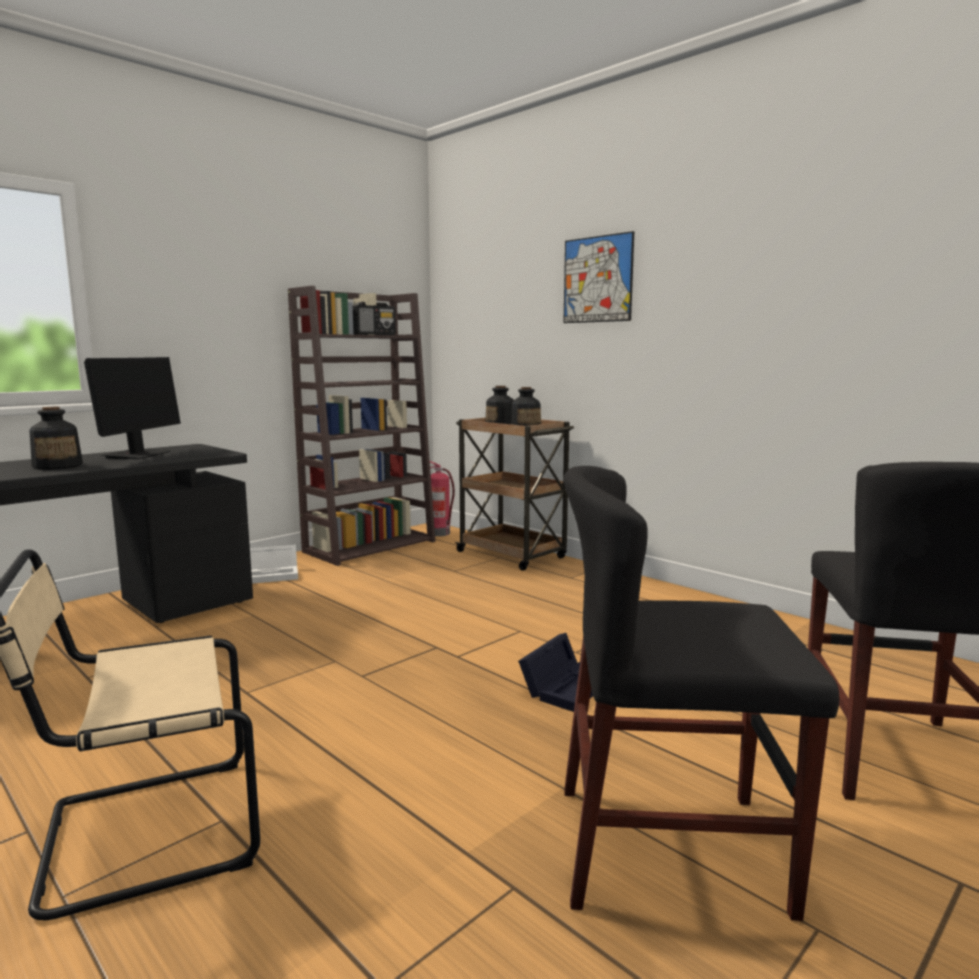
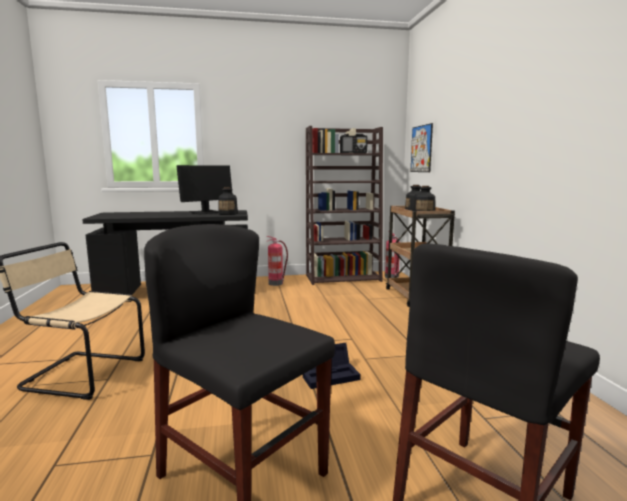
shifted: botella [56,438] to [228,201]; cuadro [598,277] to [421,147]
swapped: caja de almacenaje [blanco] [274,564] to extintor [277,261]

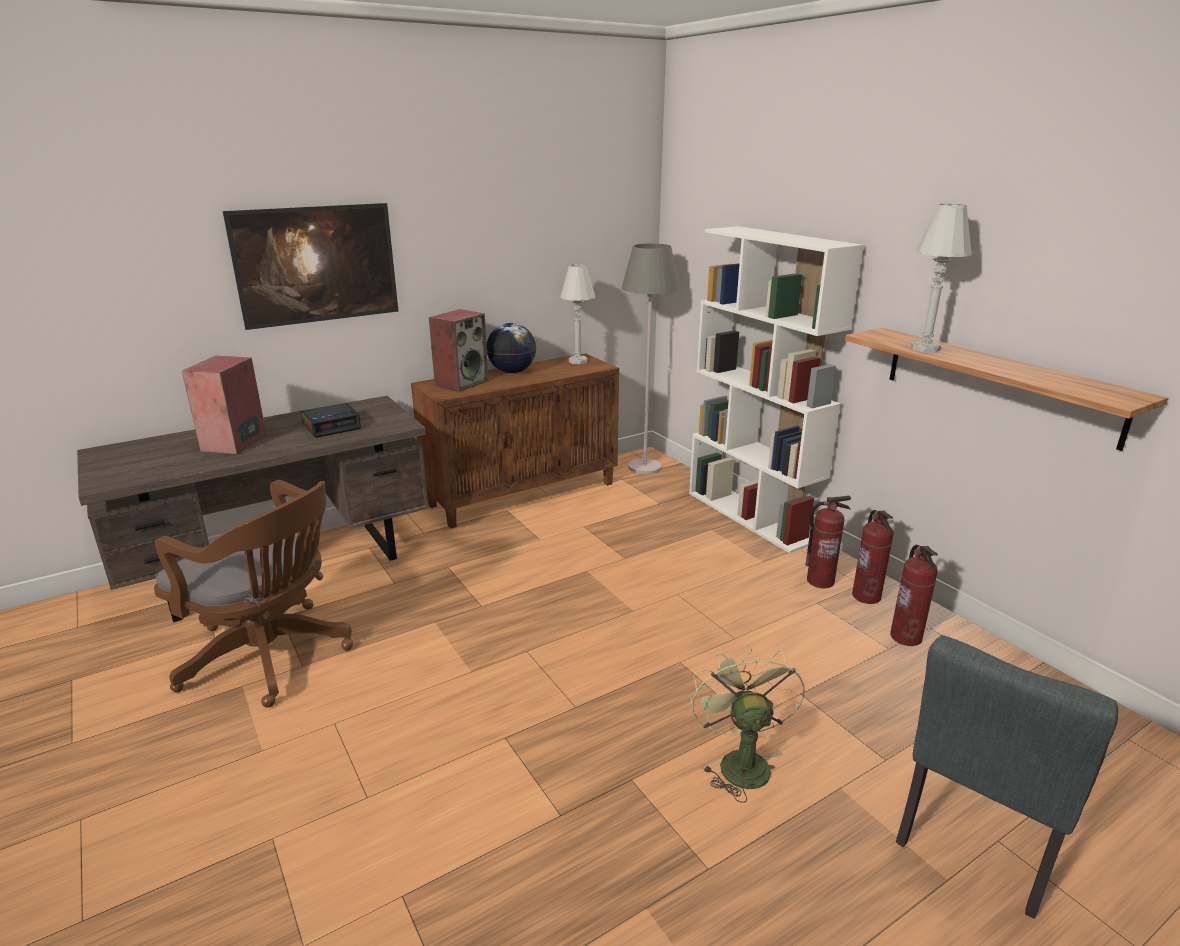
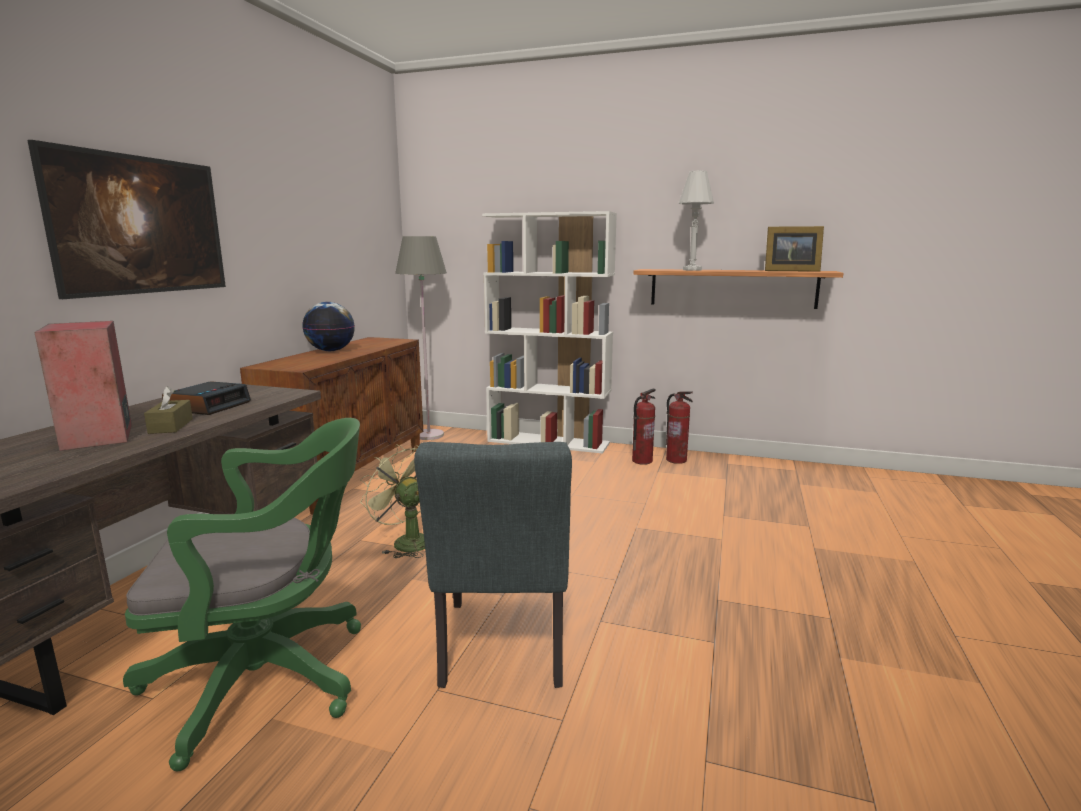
gone: altavoz [459,350]; lámpara de mesa [blanco] [577,314]; extintor [914,595]
new: caja de pañuelos [marrón] [168,410]; portarretratos [794,249]
shifted: ventilador [verde] [748,724] to [392,501]; silla [gris] [1007,777] to [493,565]
repainted: silla de oficina [marrón] [253,593] to silla de oficina [verde] [242,594]

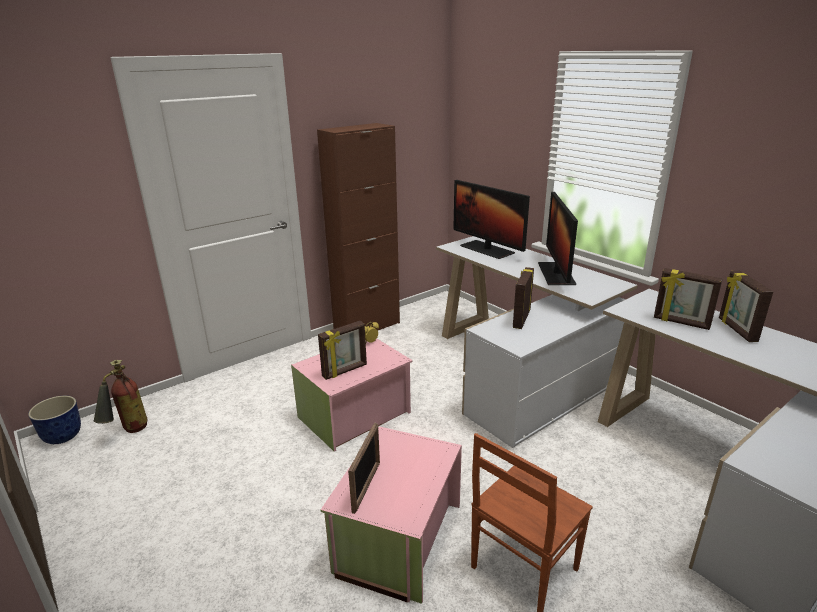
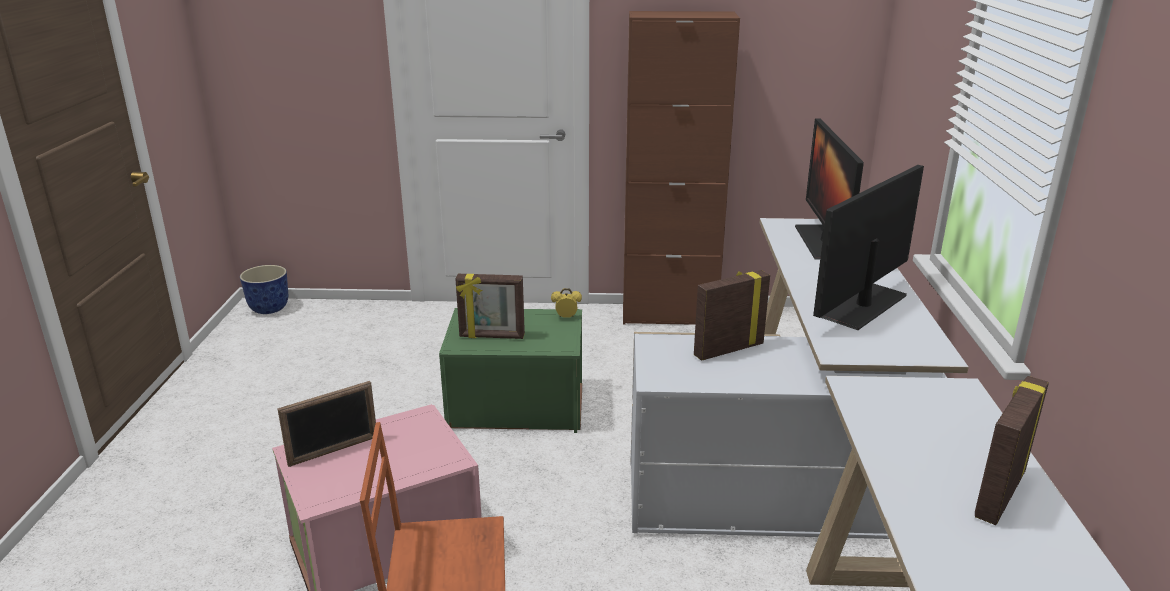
gone: extintor [120,396]; portarretratos [688,299]
repainted: caja de almacenaje [rosa] [351,395] to caja de almacenaje [verde] [510,370]

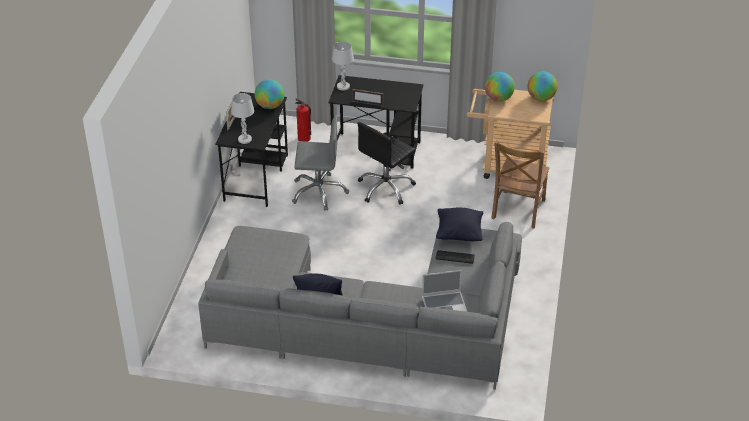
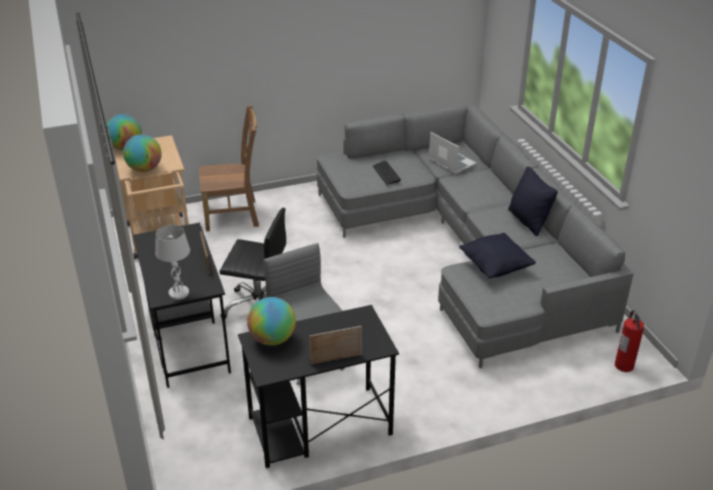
gone: lámpara de mesa [blanco] [242,118]
shifted: extintor [303,120] to [629,341]; cojín [negro] [459,224] to [497,255]

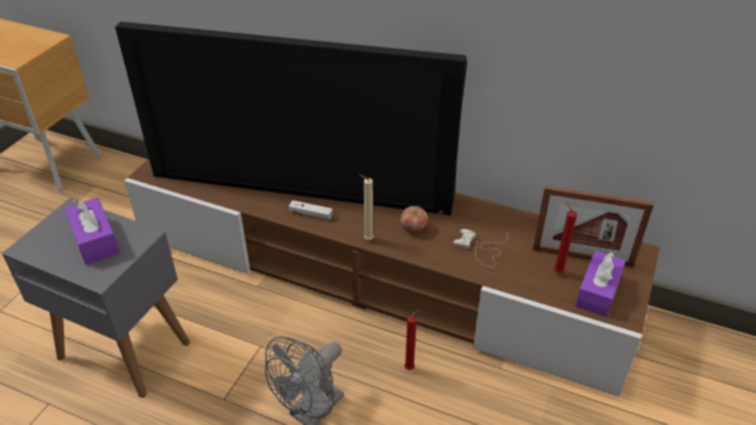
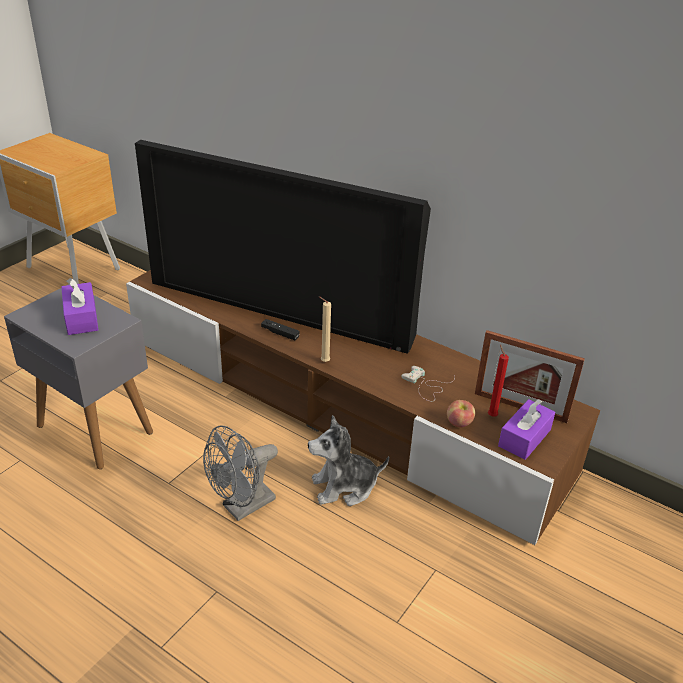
shifted: manzana [414,219] to [461,413]
swapped: vela [rojo] [412,339] to peluche [348,460]
repainted: mando de consola [blanco] [311,210] to mando de consola [negro] [280,329]

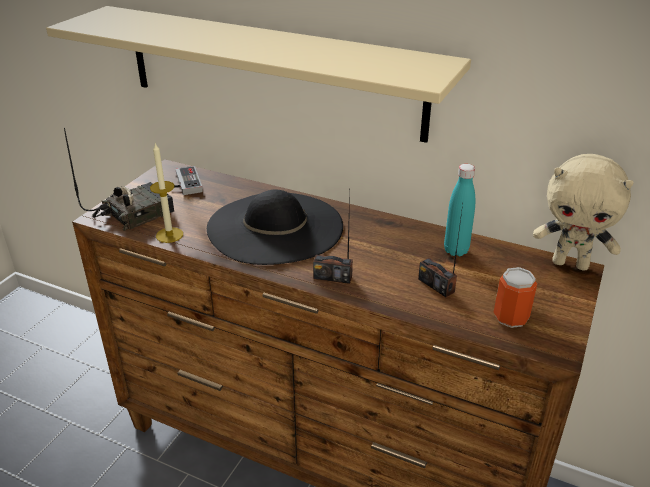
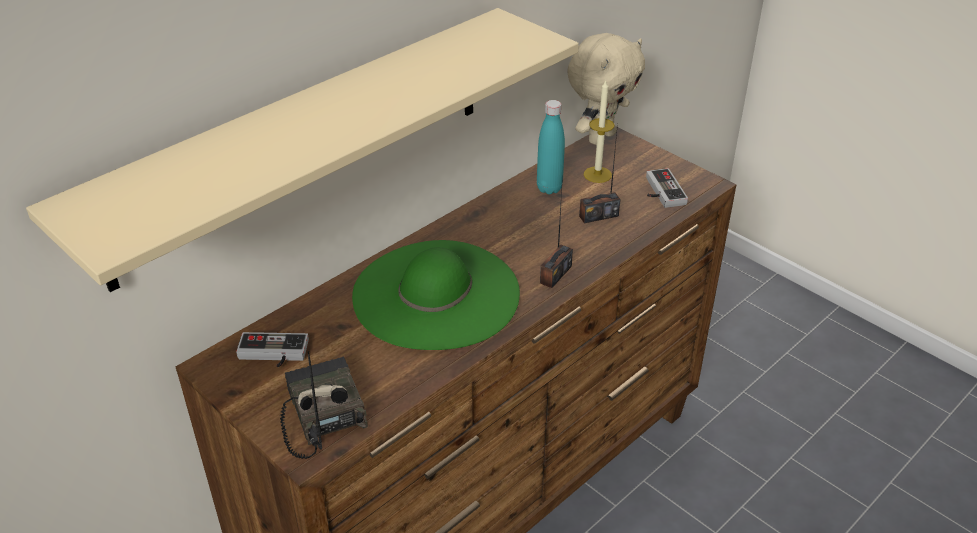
shifted: vela [166,193] to [599,131]
swapped: lata [515,297] to mando de consola [667,188]
repainted: sombrero [negro] [275,227] to sombrero [verde] [436,295]

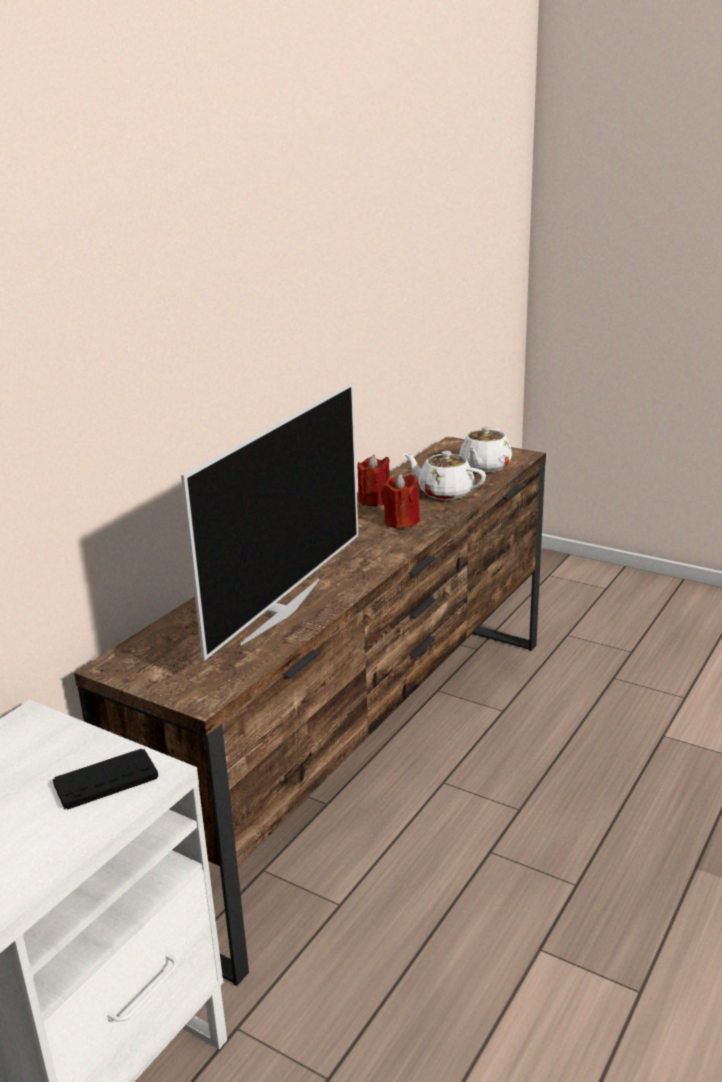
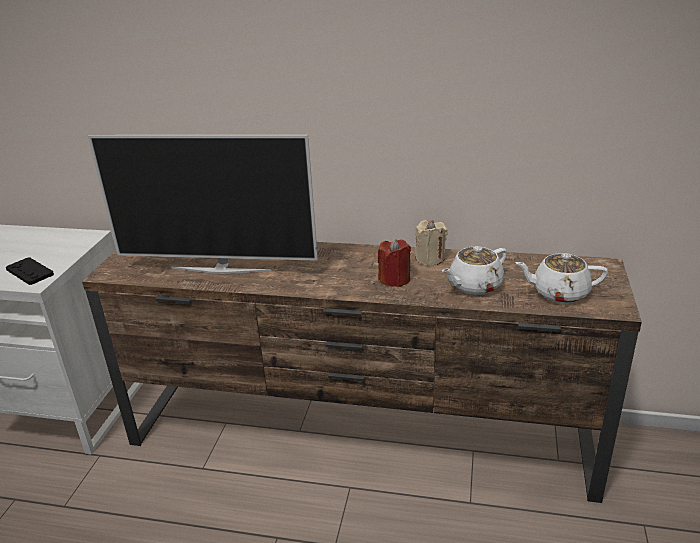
repainted: vela [rojo] [373,480] to vela [beis] [431,243]
rotated: tetera [blanco] [445,475] = [474,270] 135 degrees counterclockwise

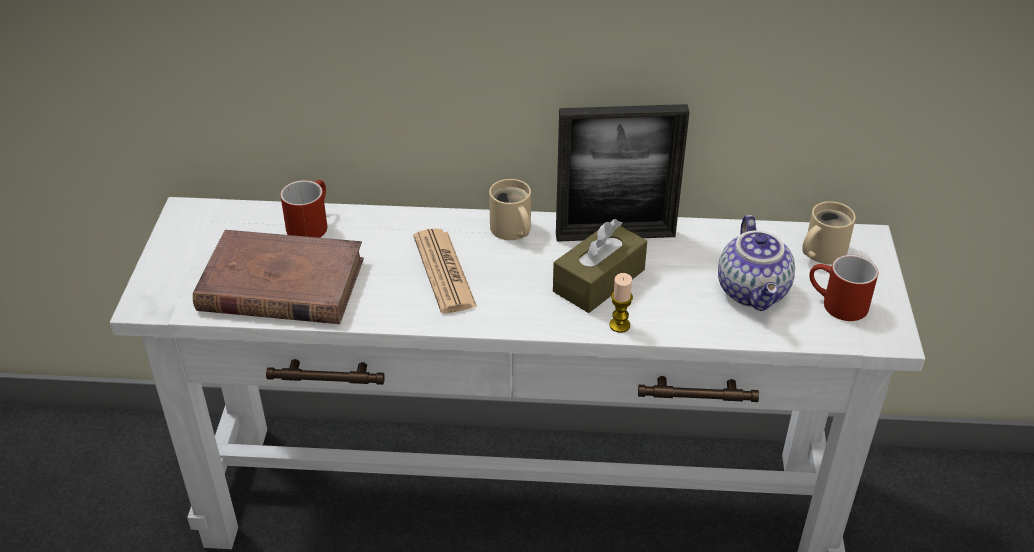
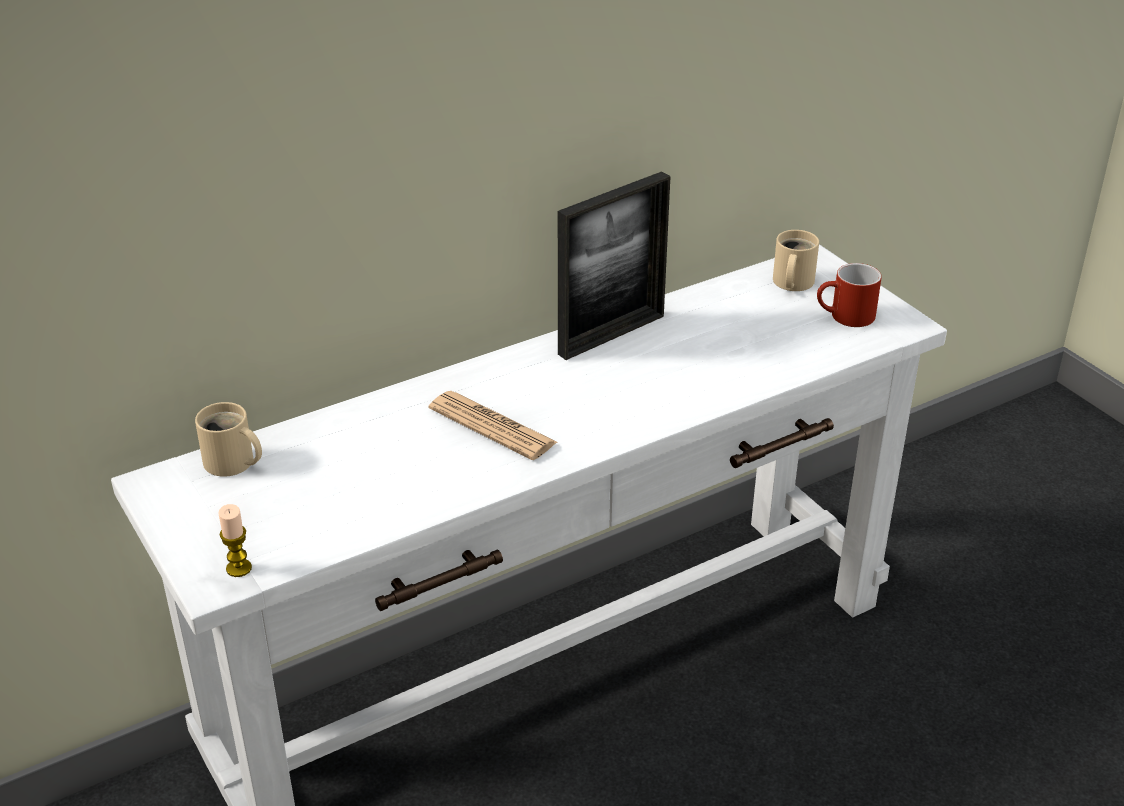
gone: libro [marrón] [278,277]; taza grande [rojo] [303,209]; caja de pañuelos [marrón] [600,266]; tetera [756,263]
shifted: taza grande [beis] [510,209] to [228,439]; vela [621,303] to [235,540]

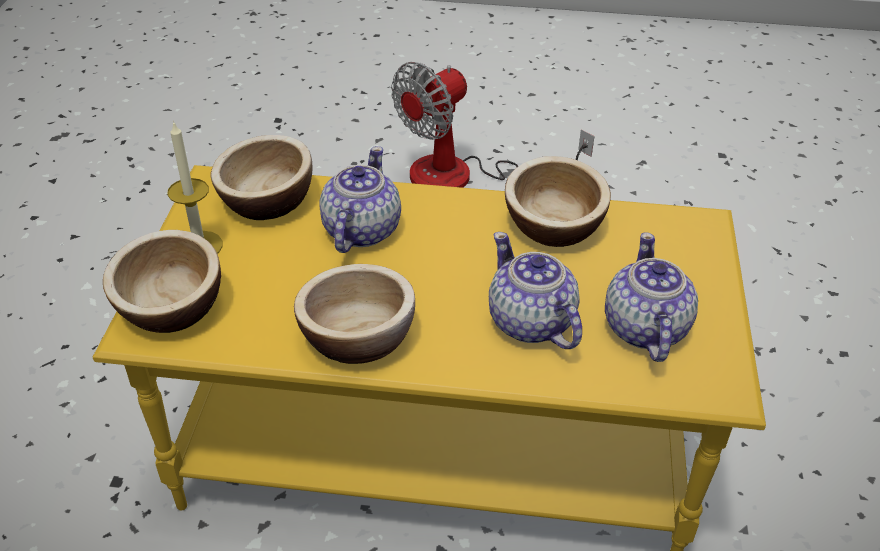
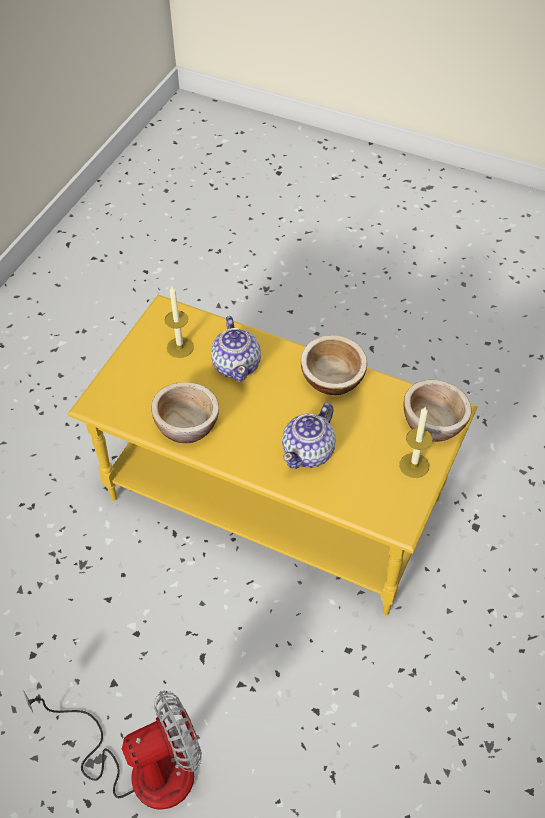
gone: cuenco [261,177]
swapped: tetera [651,297] to vela [179,322]

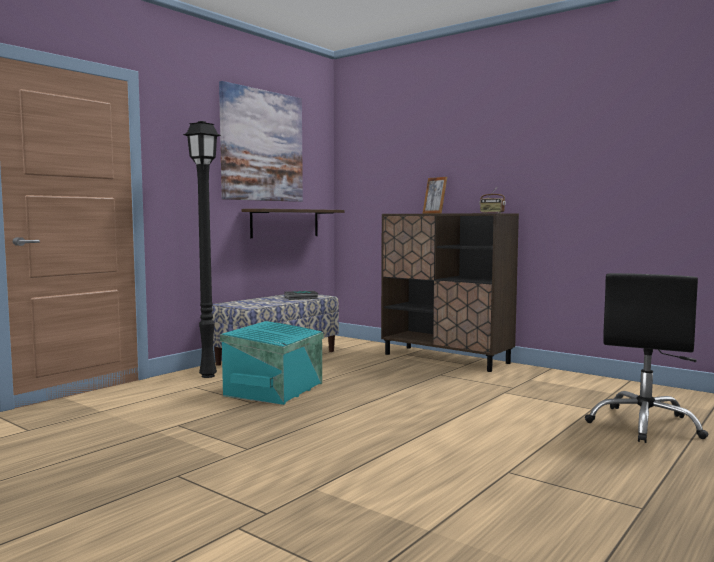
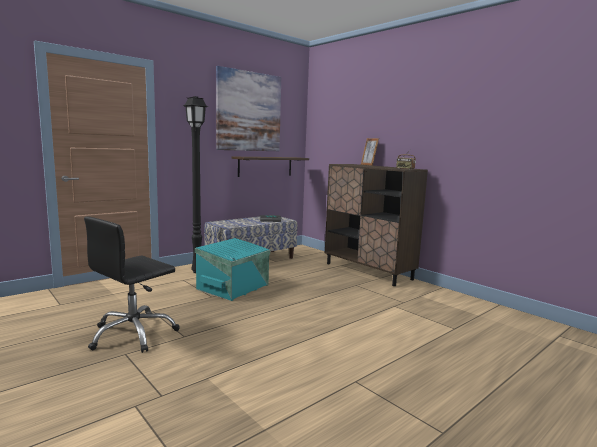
shifted: silla de oficina [negro] [647,358] to [131,284]

